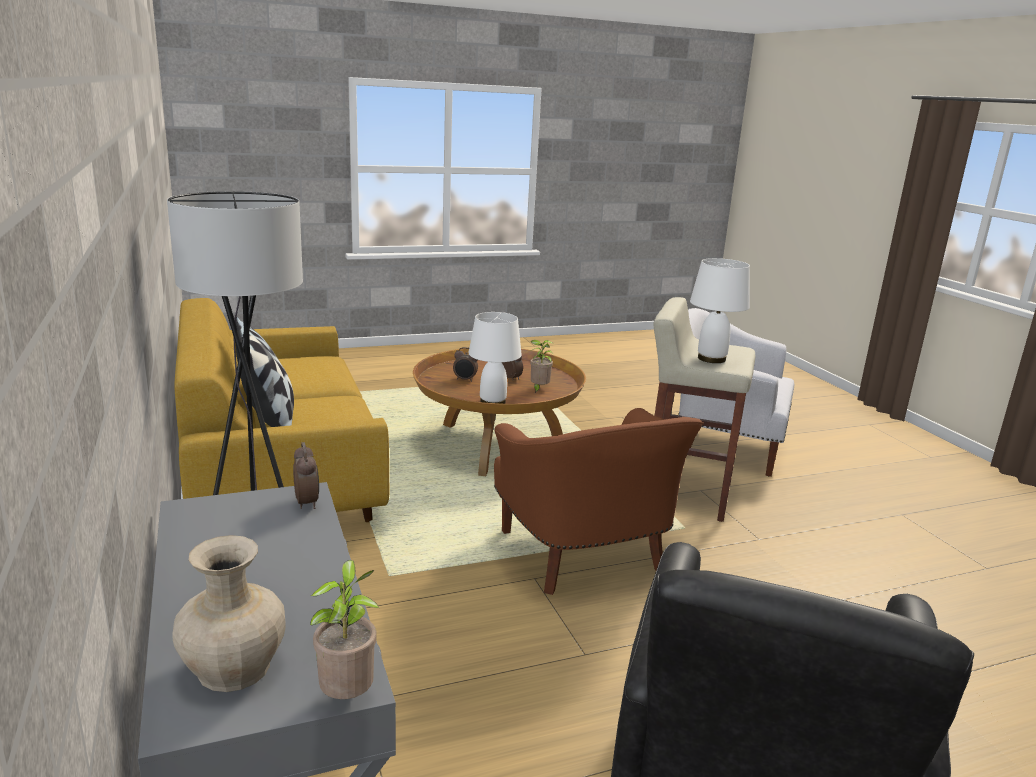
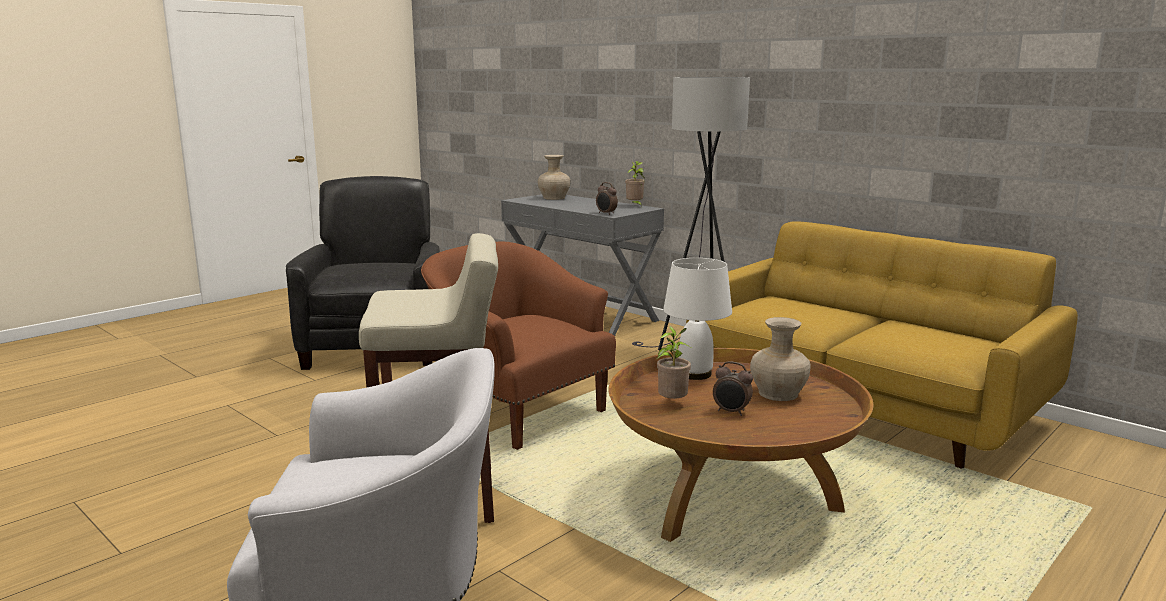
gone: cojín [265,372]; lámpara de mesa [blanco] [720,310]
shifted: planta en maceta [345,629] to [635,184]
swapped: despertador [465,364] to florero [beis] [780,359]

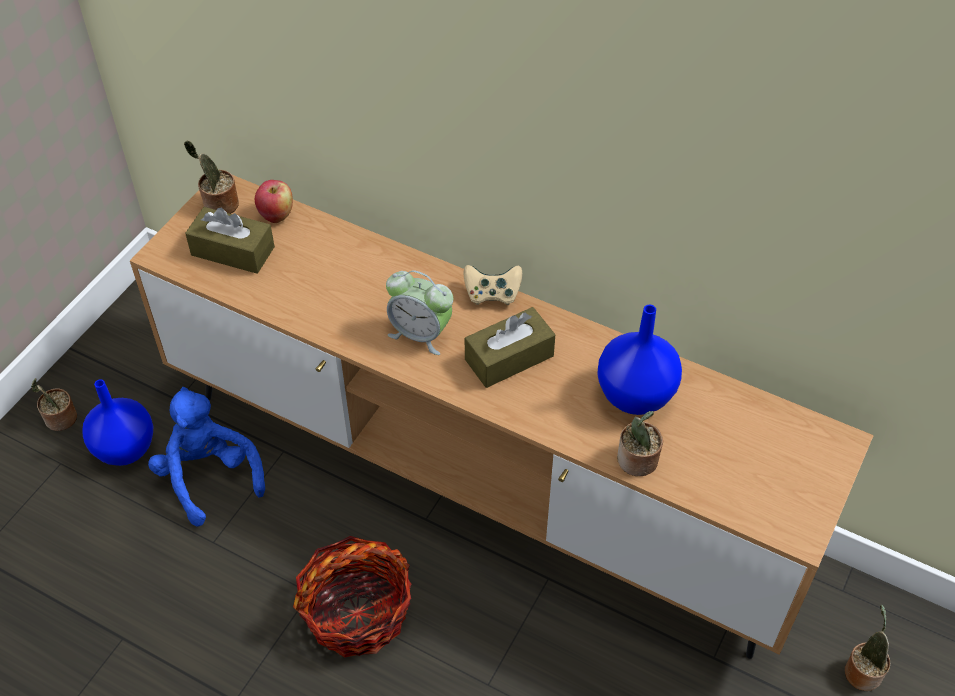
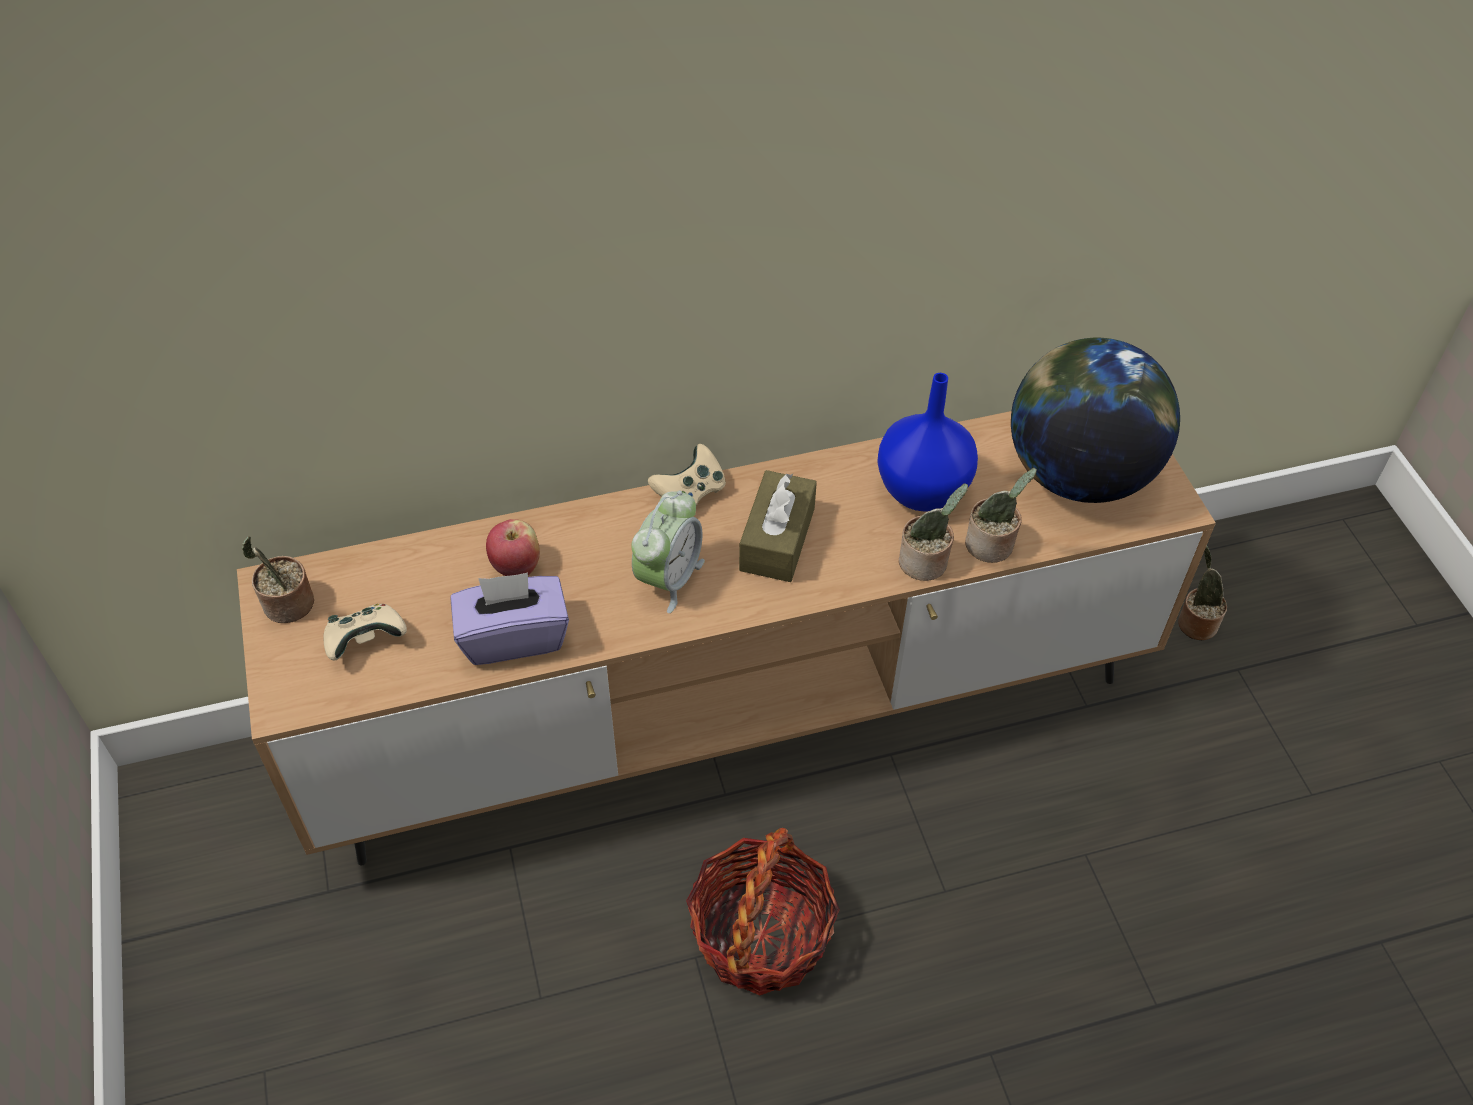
gone: florero [azul] [118,422]; peluche [azul] [206,456]
new: caja de pañuelos [morado] [509,619]; globo terráqueo [1095,420]
shifted: planta en maceta [54,404] to [933,532]; manzana [274,201] to [513,547]
swapped: caja de pañuelos [marrón] [230,240] to mando de consola [beis] [365,632]
rotated: despertador [419,312] = [668,551] 45 degrees counterclockwise

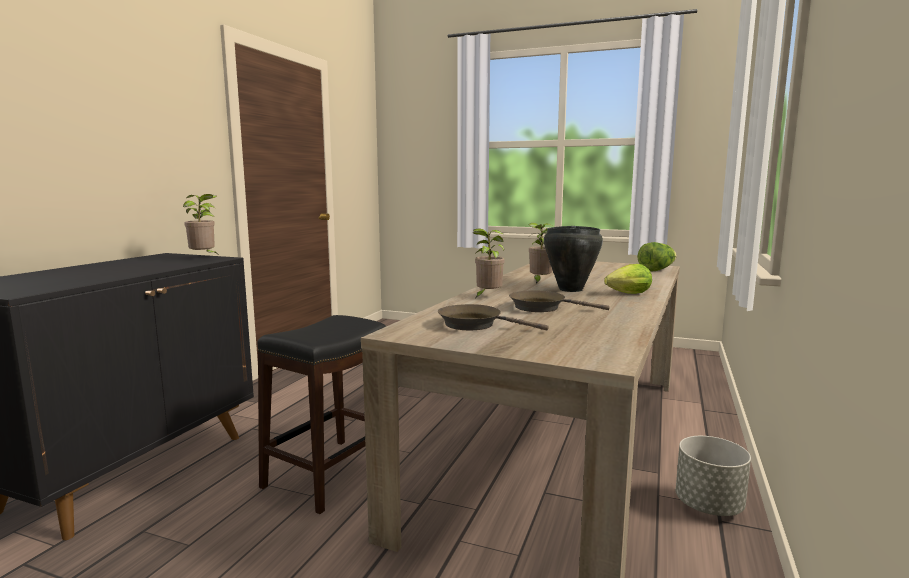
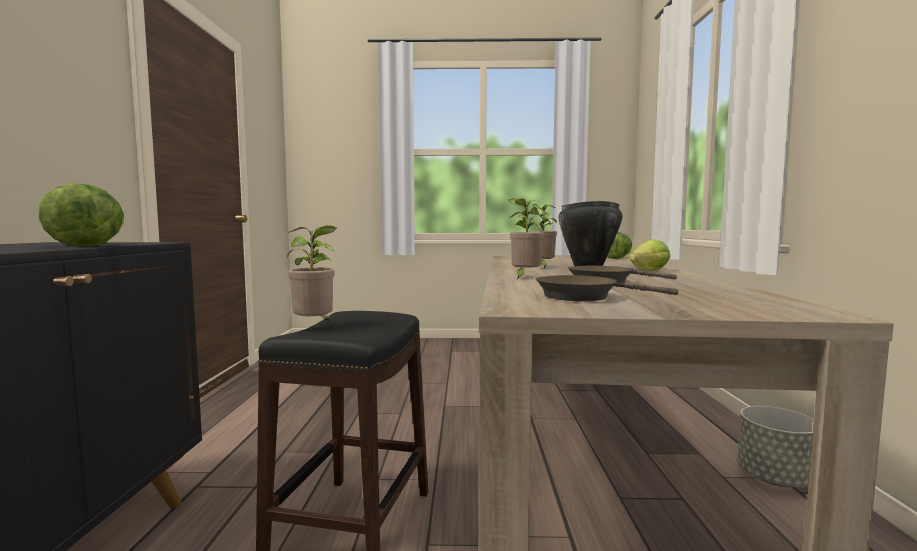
new: lechuga [81,215]
shifted: planta en maceta [200,224] to [312,274]

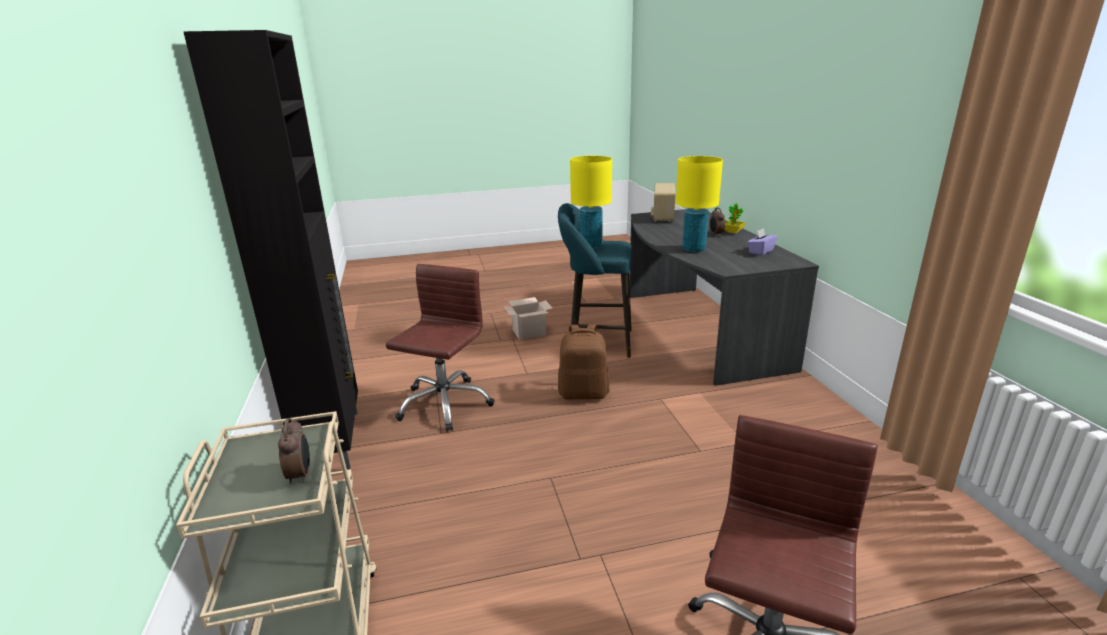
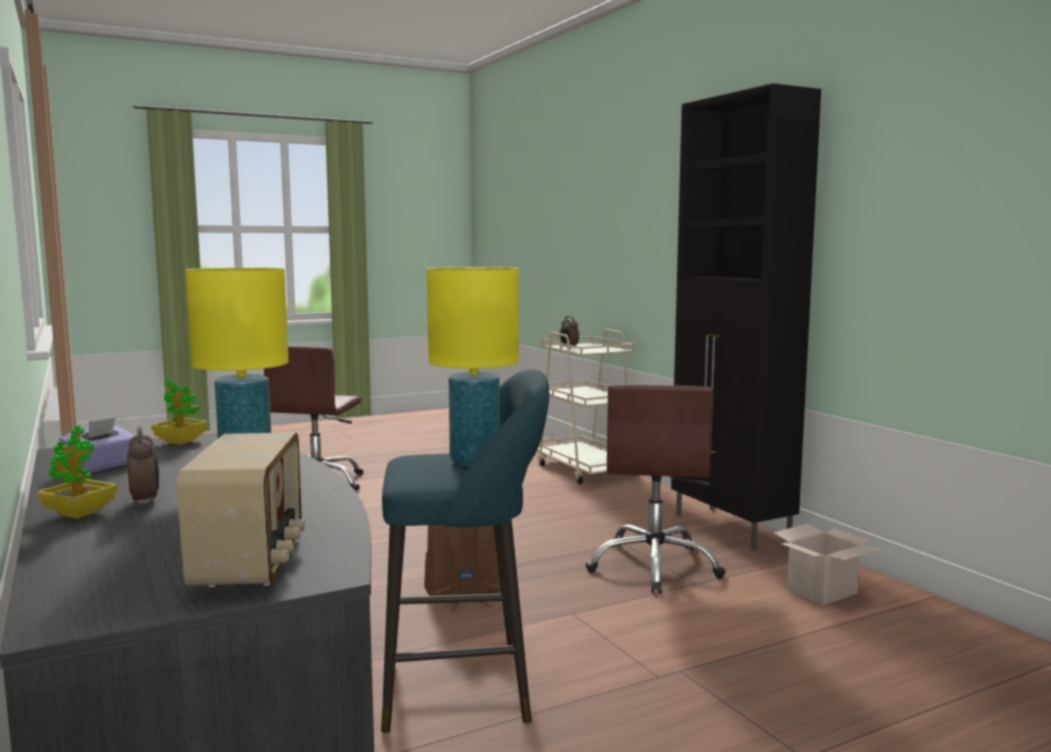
new: planta en maceta [179,412]
shifted: caja de cartón [528,318] to [826,564]

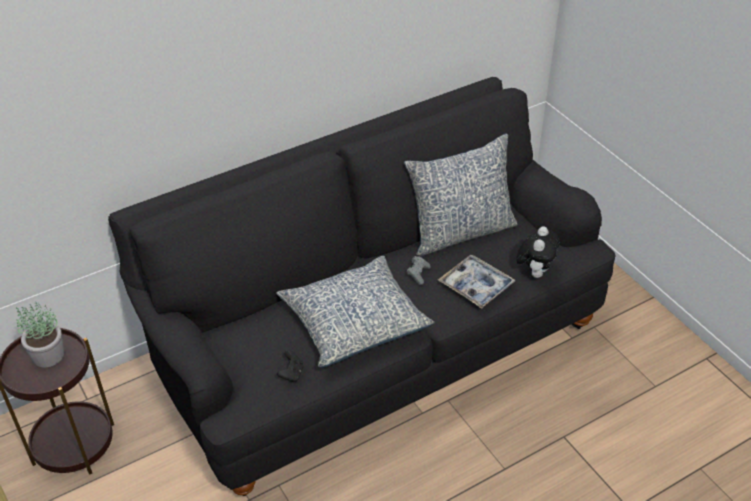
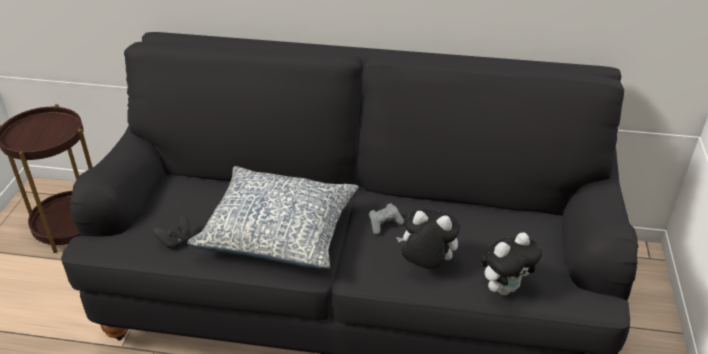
gone: planta en maceta [40,333]; cojín [461,194]
swapped: bandeja [477,282] to peluche [428,239]

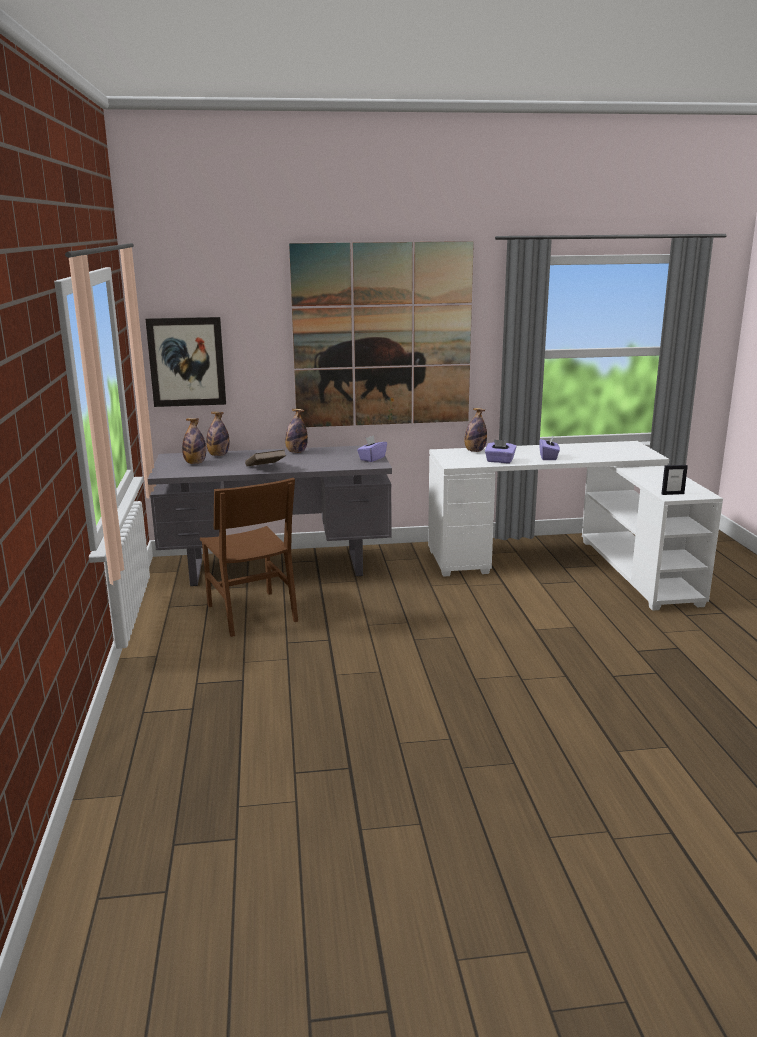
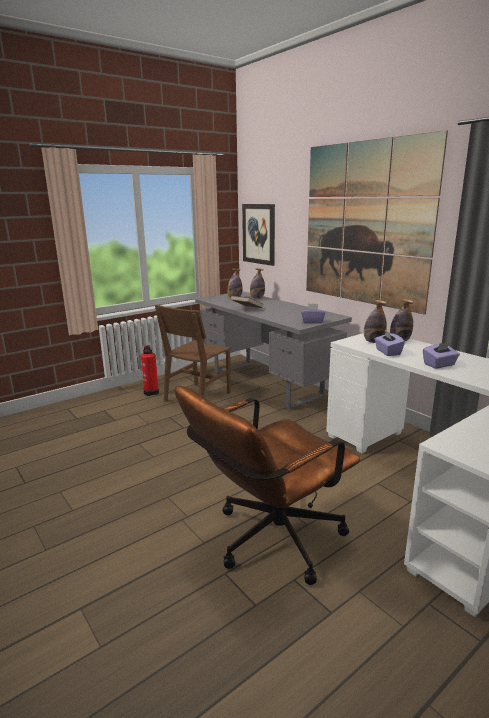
gone: portarretratos [674,480]
new: extintor [150,370]; silla de oficina [marrón] [267,485]
shifted: botella [296,431] to [375,321]

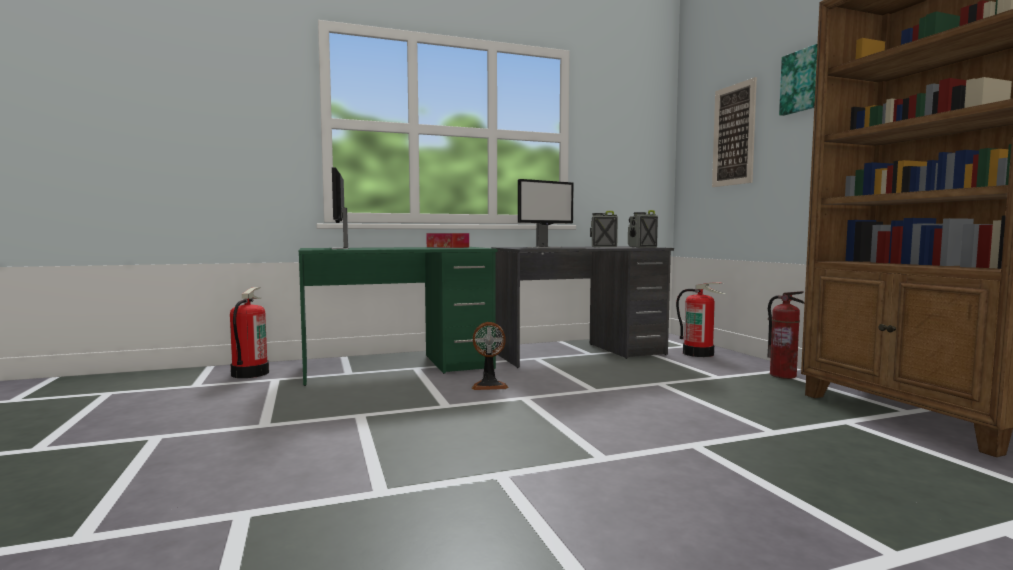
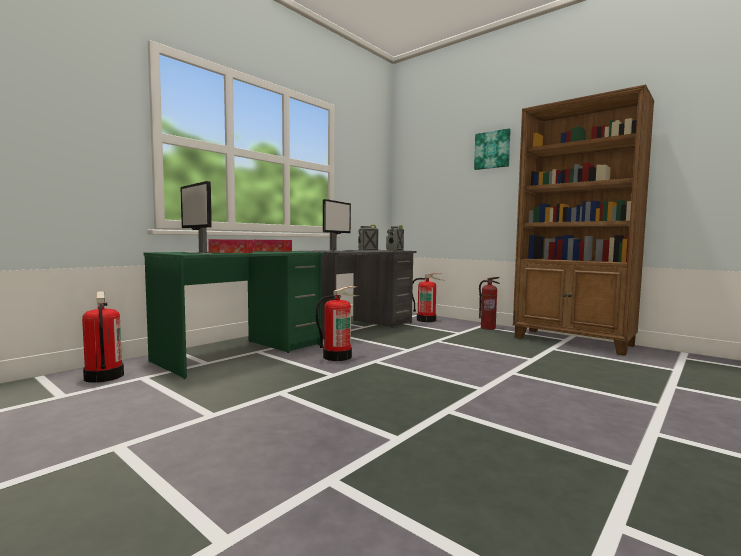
gone: cuadro [734,132]
new: caja de pañuelos [231,246]
swapped: ventilador [489,356] to extintor [337,323]

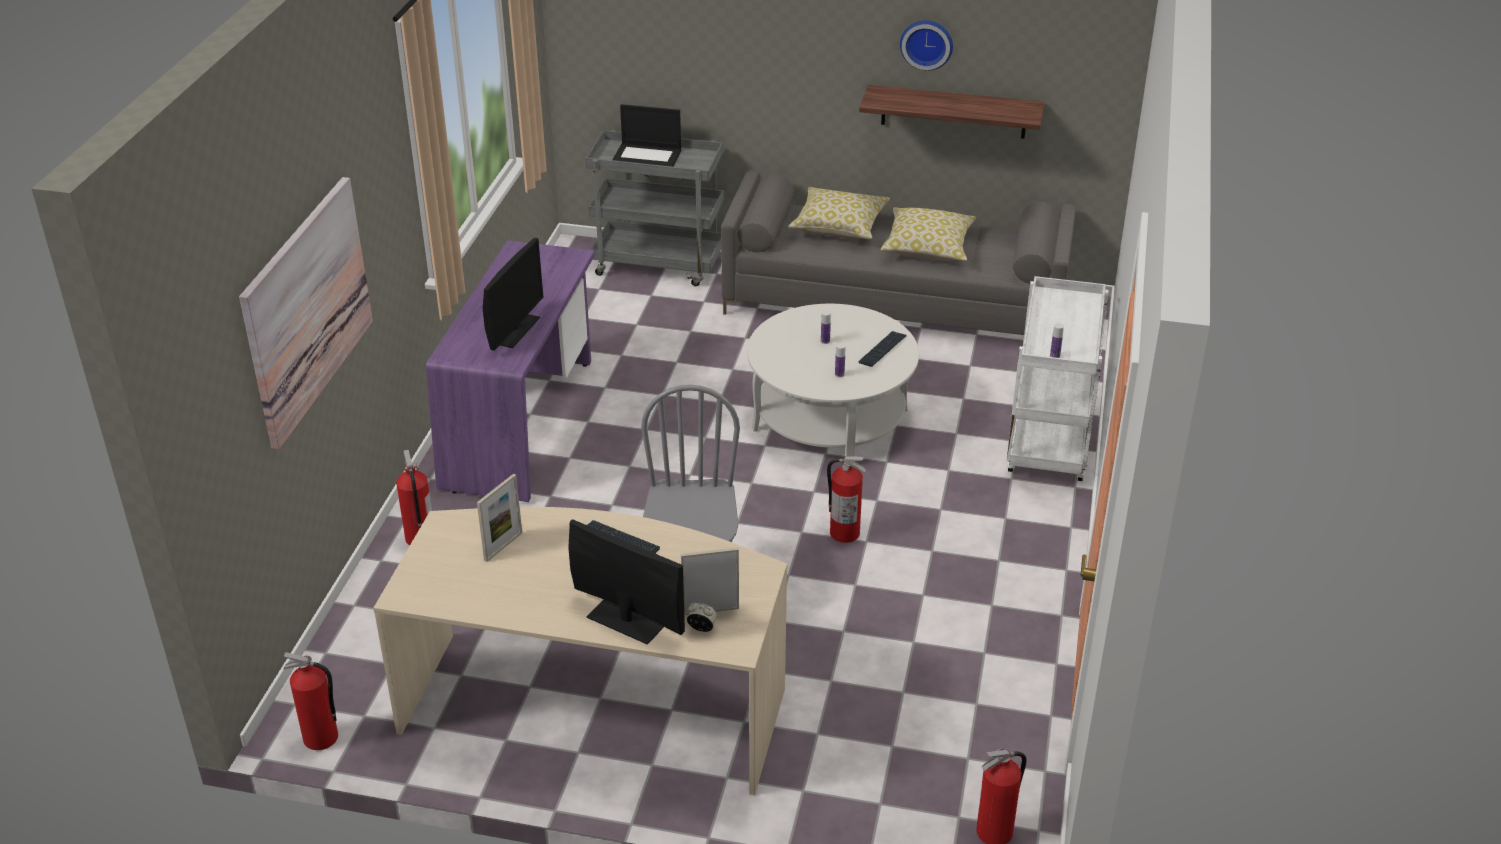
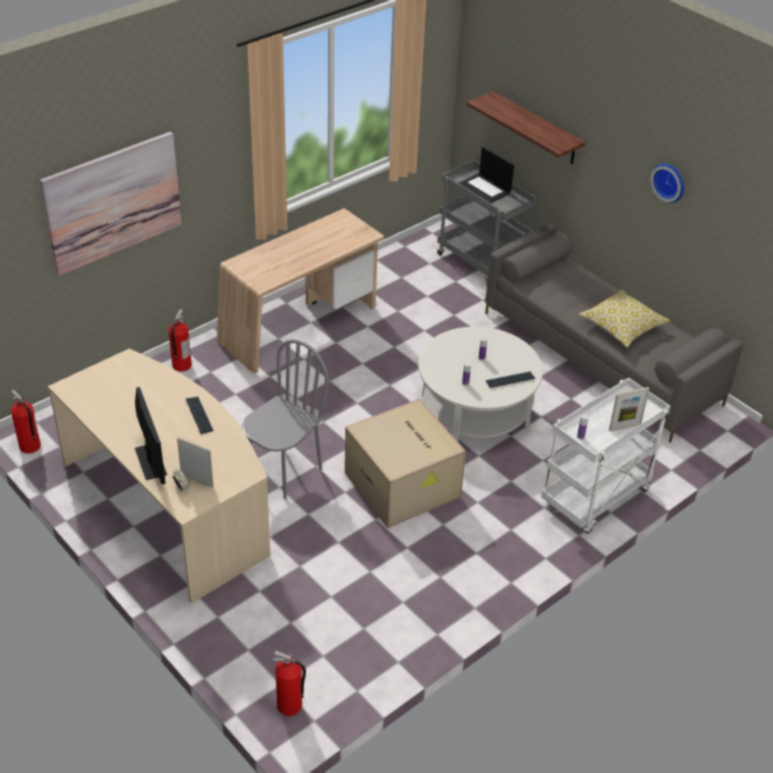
gone: monitor [513,294]; cojín [839,213]
shifted: portarretratos [499,518] to [629,409]; estante [951,112] to [526,127]
swapped: extintor [847,499] to caja de cartón [405,463]
repainted: escritorio [morado] [510,371] to escritorio [beis] [300,291]

